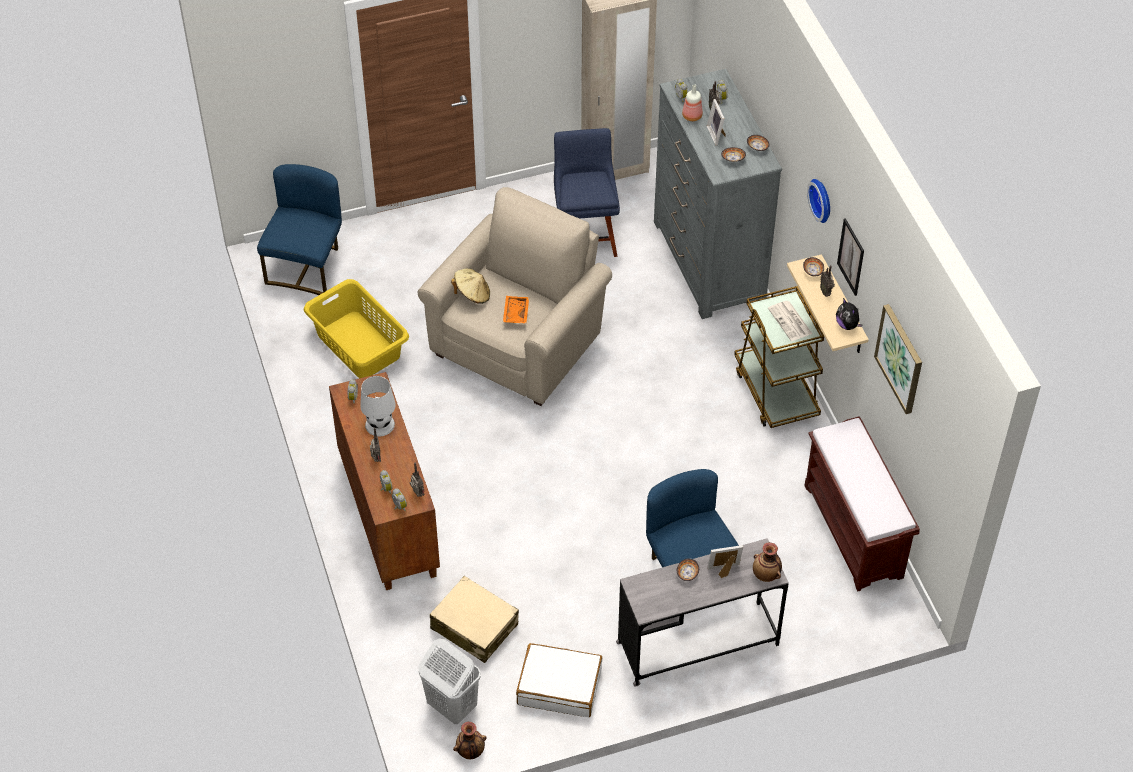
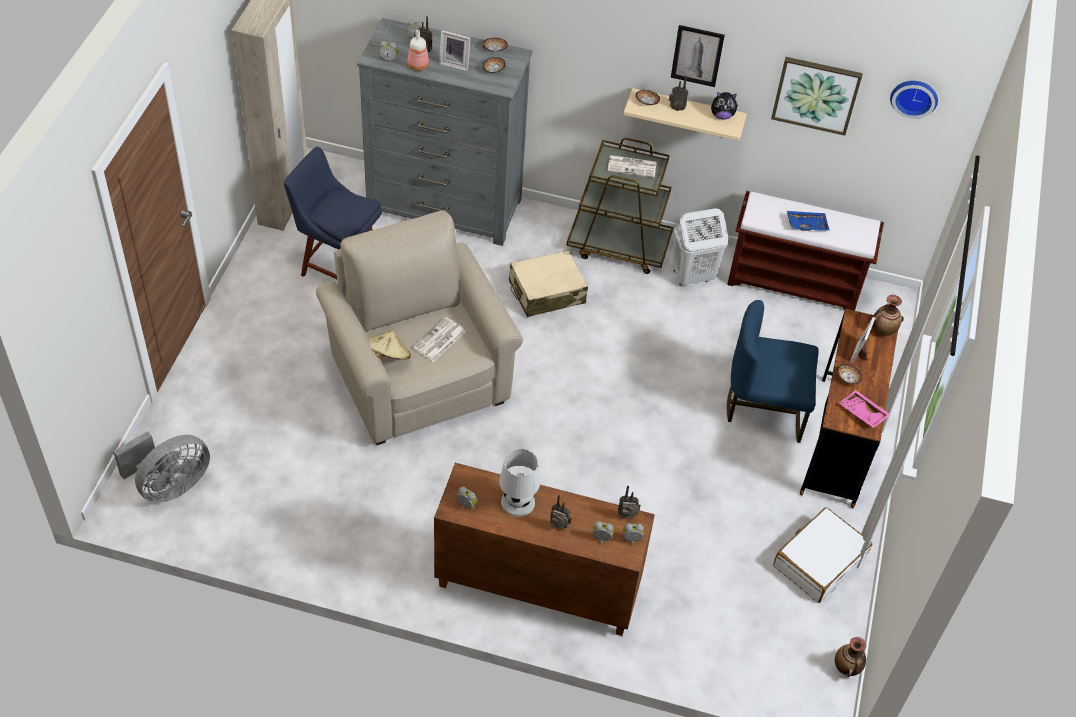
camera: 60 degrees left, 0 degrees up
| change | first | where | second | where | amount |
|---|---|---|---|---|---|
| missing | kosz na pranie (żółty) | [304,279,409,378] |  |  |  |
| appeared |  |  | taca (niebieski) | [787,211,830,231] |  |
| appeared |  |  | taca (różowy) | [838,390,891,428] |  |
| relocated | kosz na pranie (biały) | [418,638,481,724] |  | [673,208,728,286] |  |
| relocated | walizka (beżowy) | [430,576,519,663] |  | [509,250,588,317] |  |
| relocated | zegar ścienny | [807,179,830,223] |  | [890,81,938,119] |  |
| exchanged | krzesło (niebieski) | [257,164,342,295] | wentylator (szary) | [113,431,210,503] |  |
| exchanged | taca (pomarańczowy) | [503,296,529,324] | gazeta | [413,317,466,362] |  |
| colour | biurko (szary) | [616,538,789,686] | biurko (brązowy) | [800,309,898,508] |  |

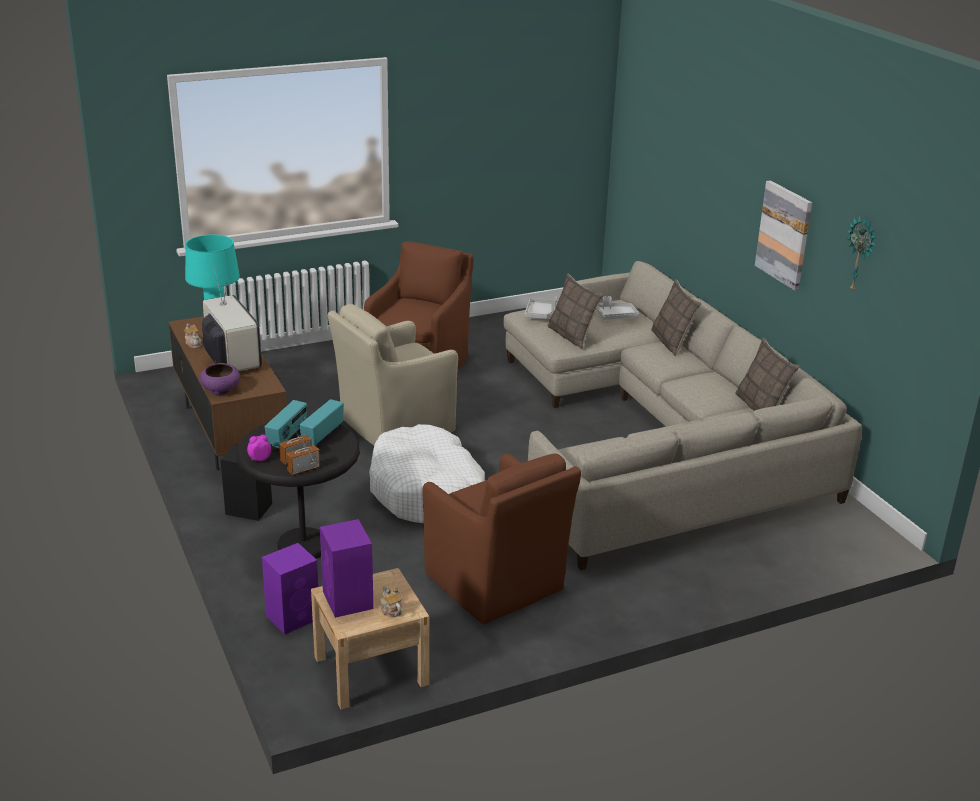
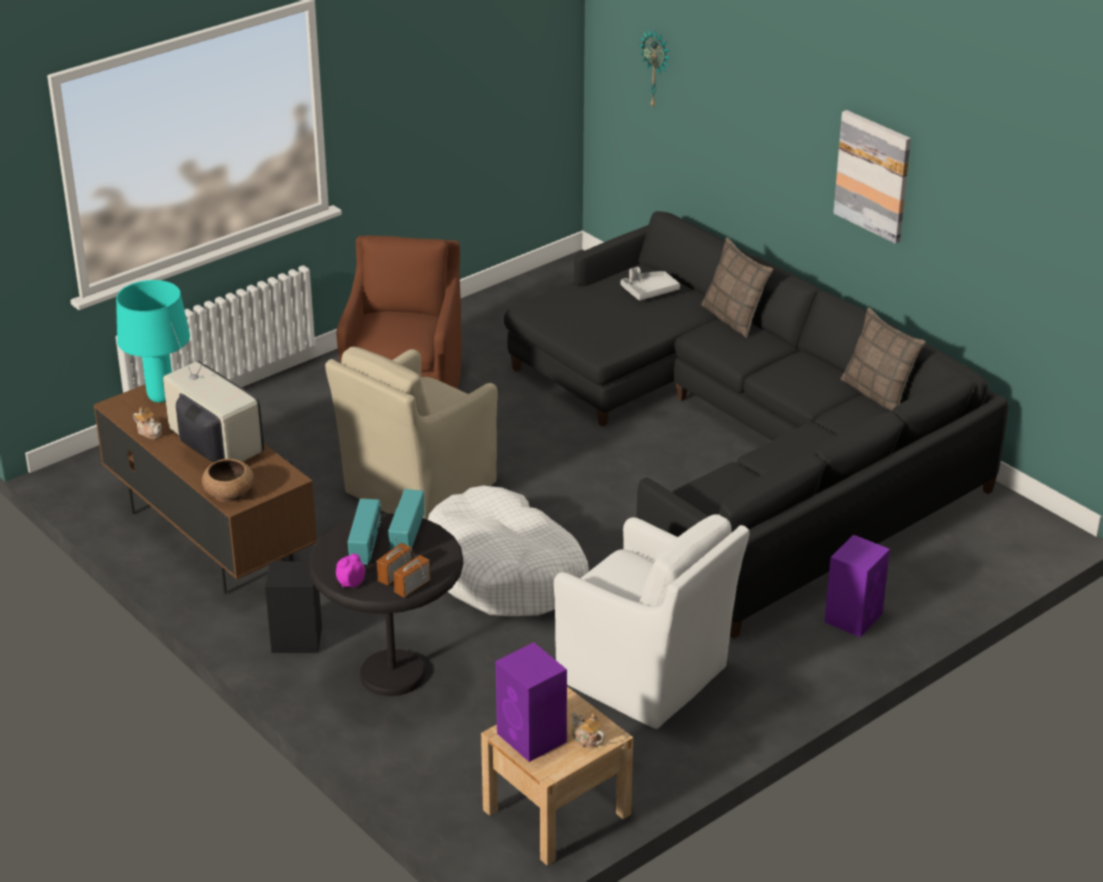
camera: 15 degrees left, 5 degrees up
| change | first | where | second | where | amount |
|---|---|---|---|---|---|
| missing | taca (szary) | [525,297,558,319] |  |  |  |
| missing | poduszka | [548,273,603,349] |  |  |  |
| relocated | głośnik (fioletowy) | [262,543,319,635] |  | [824,535,890,637] |  |
| relocated | zegar ścienny | [847,216,877,291] |  | [639,28,670,108] |  |
| colour | miska (fioletowy) | [200,363,240,395] | miska (brązowy) | [202,459,254,502] |  |
| colour | fotel (brązowy) | [422,454,581,624] | fotel (biały) | [554,514,750,729] |  |
| colour | kanapa (beżowy) | [503,261,862,570] | kanapa (czarny) | [504,211,1008,638] |  |

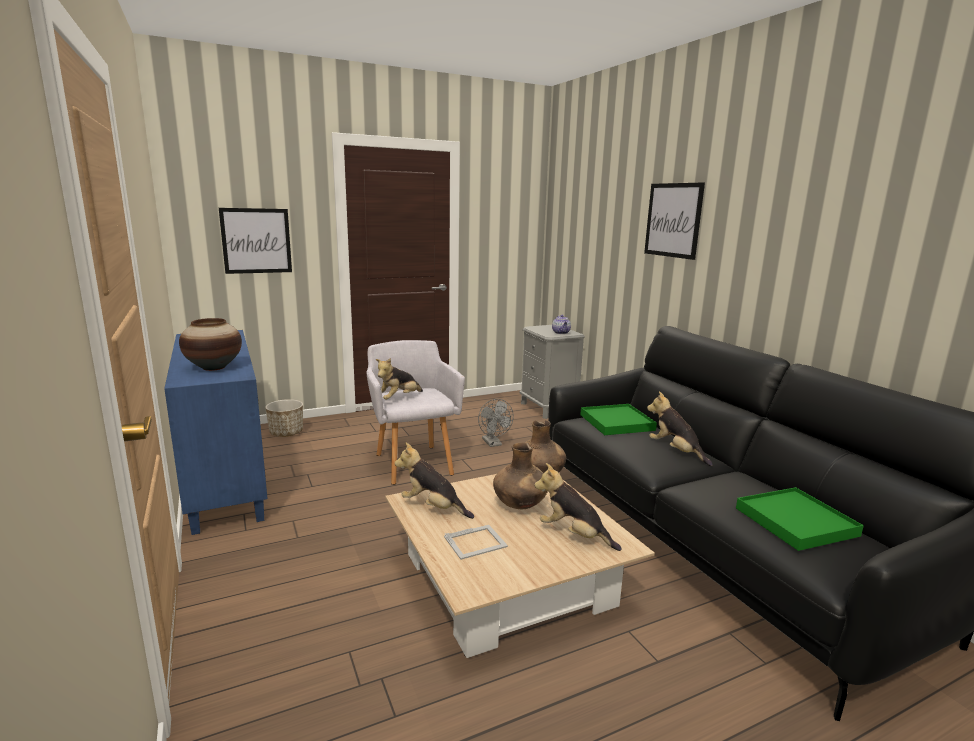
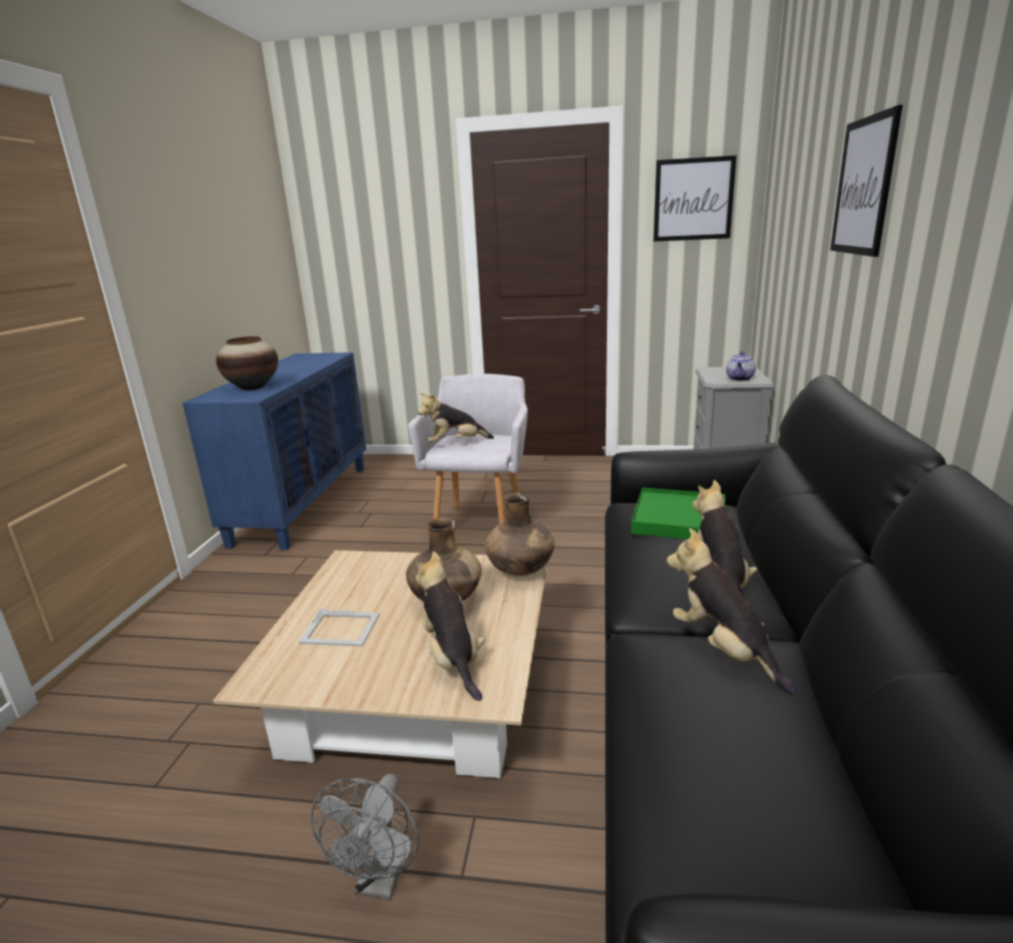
camera: 35 degrees right, 5 degrees up
| change | first | where | second | where | amount |
|---|---|---|---|---|---|
| missing | donica | [265,399,303,437] |  |  |  |
| missing | taca (zielony) | [736,487,864,551] |  |  |  |
| relocated | obraz | [219,208,292,274] |  | [653,155,737,242] |  |
| relocated | pluszak | [395,442,474,519] |  | [667,528,796,694] |  |
| relocated | wentylator (szary) | [478,399,514,447] |  | [311,774,419,899] |  |

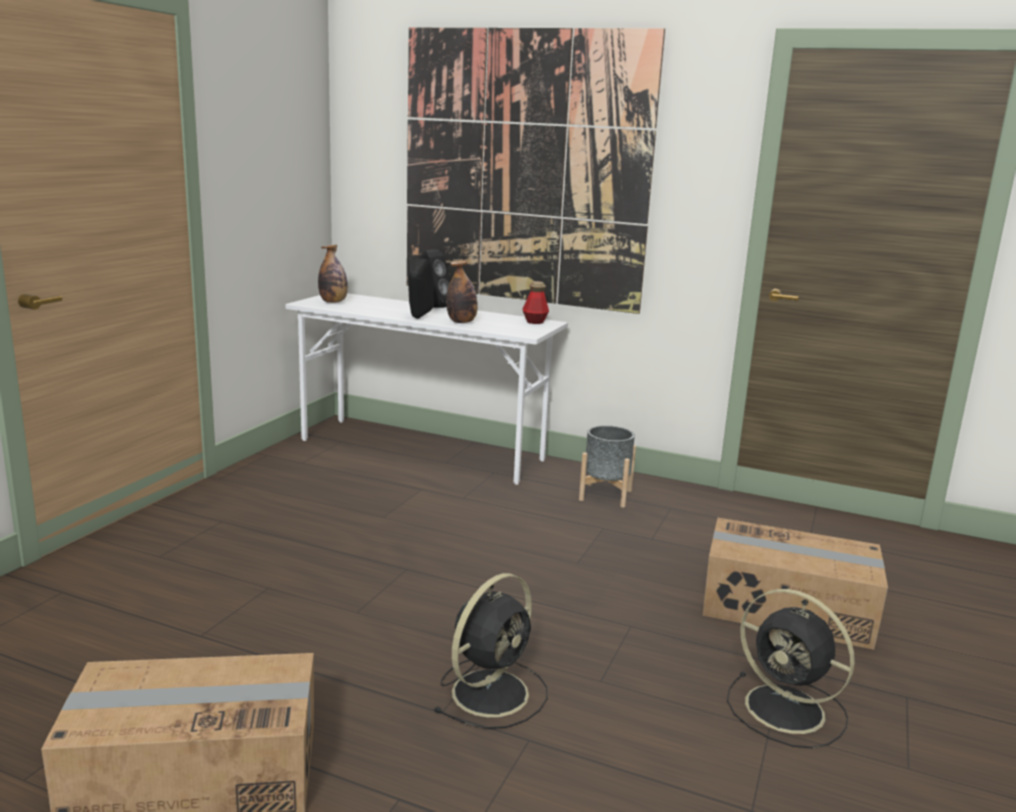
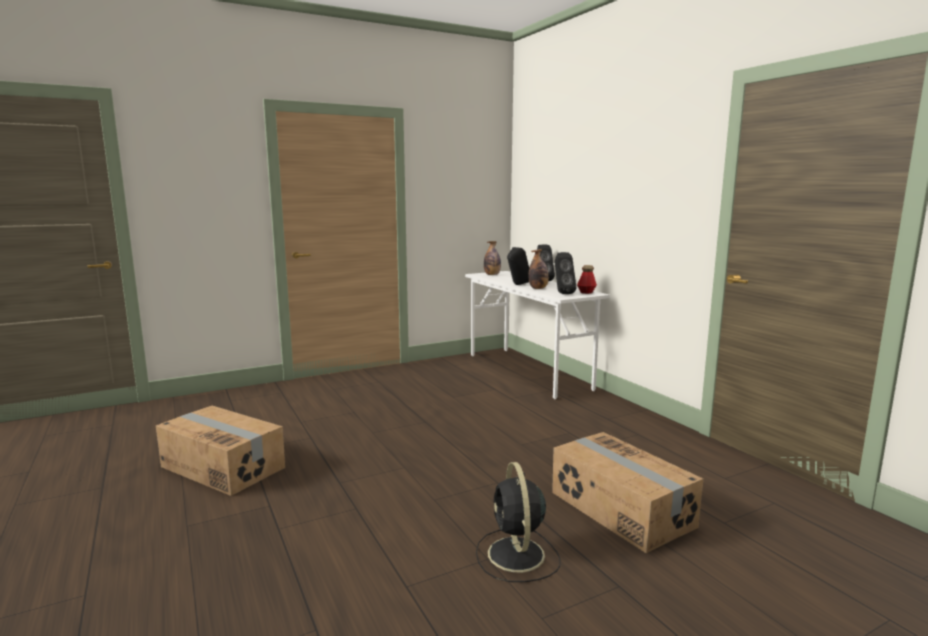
camera: 40 degrees right, 5 degrees down
| change | first | where | second | where | amount |
|---|---|---|---|---|---|
| missing | obraz | [407,28,665,314] |  |  |  |
| missing | wentylator (czarny) | [433,573,548,729] |  |  |  |
| missing | donica (szary) | [579,425,636,508] |  |  |  |
| appeared |  |  | głośnik (czarny) | [555,252,576,294] |  |

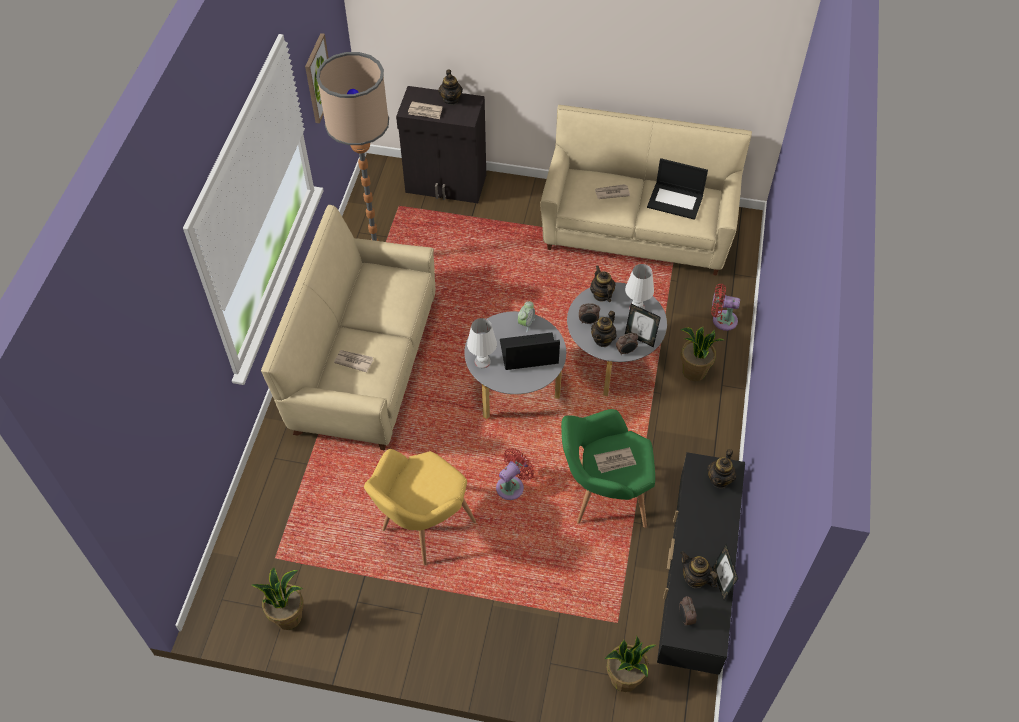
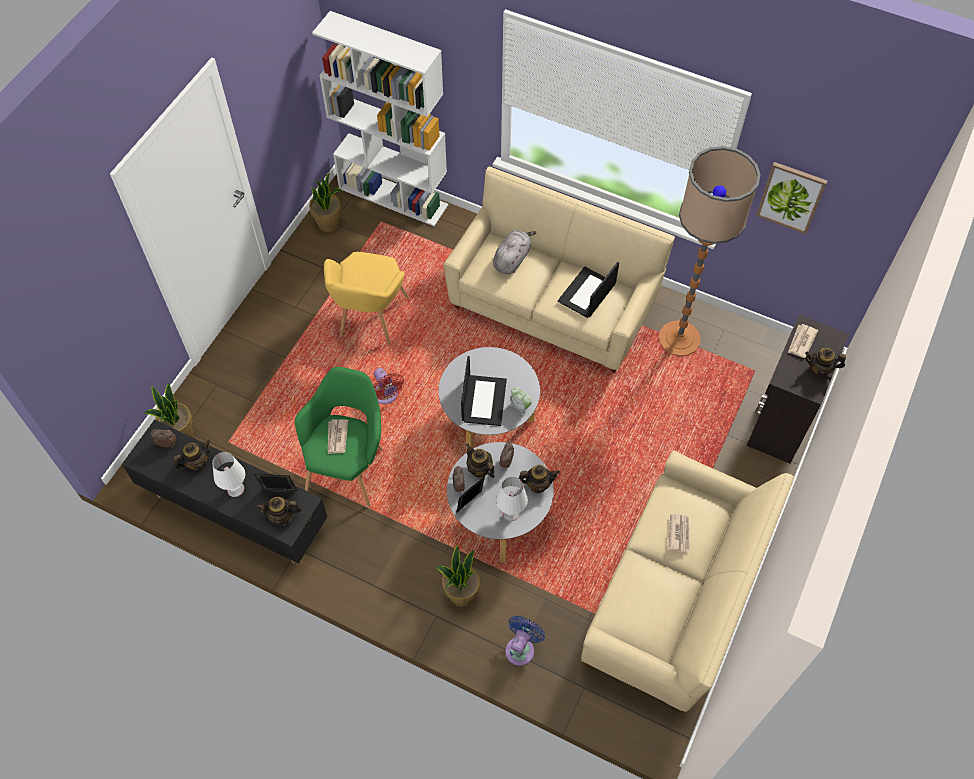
camera: 105 degrees right, 5 degrees up
| change | first | where | second | where | amount |
|---|---|---|---|---|---|
| appeared |  |  | regał (biały) | [312,11,448,226] |  |
| relocated | lampa stołowa (biały) | [467,318,497,368] |  | [212,452,245,497] |  |
| relocated | laptop | [647,158,708,220] |  | [558,262,619,318] |  |
| relocated | ramka na zdjęcie | [712,544,738,600] |  | [254,474,297,491] |  |
| exchanged | gazeta | [334,350,374,372] | pluszak (szary) | [493,230,536,274] |  |
| colour | wentylator (czerwony) | [711,283,740,331] | wentylator (niebieski) | [505,616,545,666] |  |
| spun | fotel (żółty) | [364,449,476,565] |  | [324,252,409,345] | 135 degrees counterclockwise |
| spun | imbryk | [707,449,736,488] |  | [256,497,302,526] | 45 degrees counterclockwise |

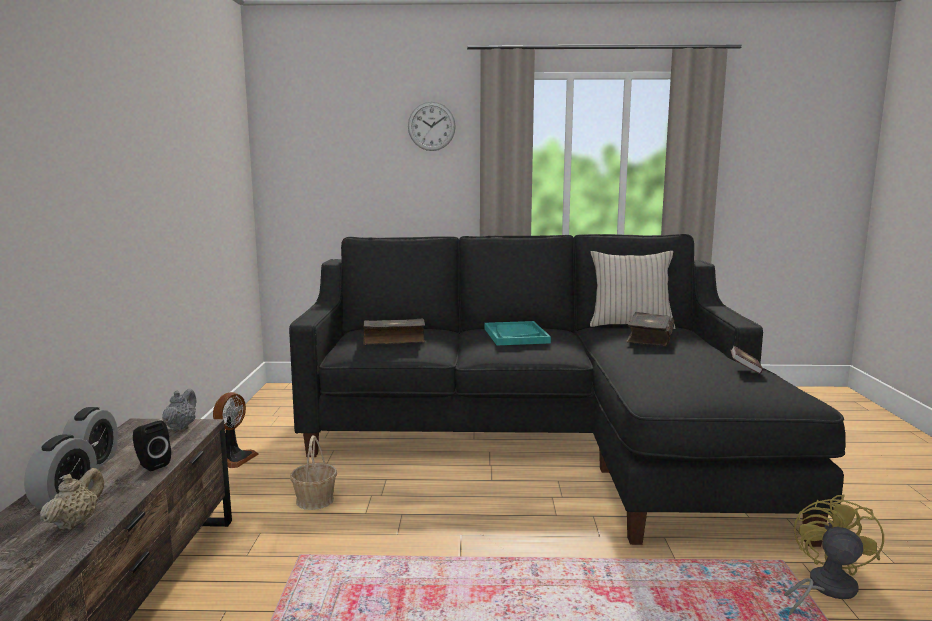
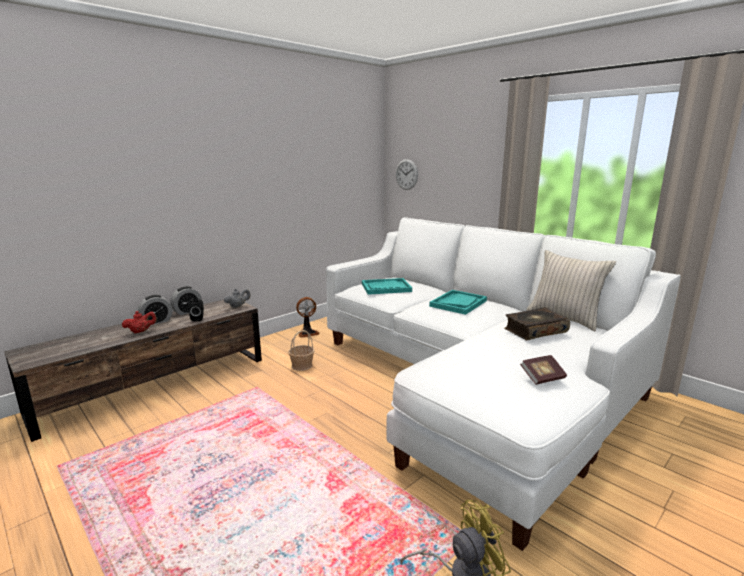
camera: 45 degrees right, 5 degrees up
| change | first | where | second | where | amount |
|---|---|---|---|---|---|
| relocated | zegar ścienny | [408,102,456,151] |  | [396,159,418,190] |  |
| exchanged | książka | [363,319,425,345] | taca (turkusowy) | [362,278,412,295] |  |
| colour | imbryk (beżowy) | [40,468,104,530] | imbryk (czerwony) | [122,311,157,333] |  |
| colour | kanapa (czarny) | [289,234,846,547] | kanapa (biały) | [326,217,681,551] |  |

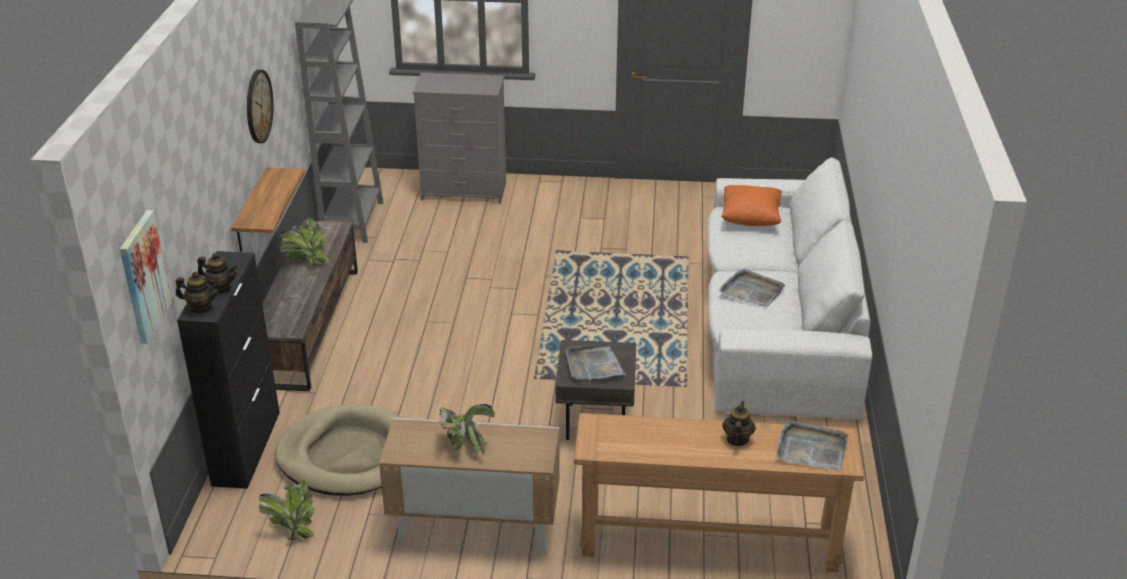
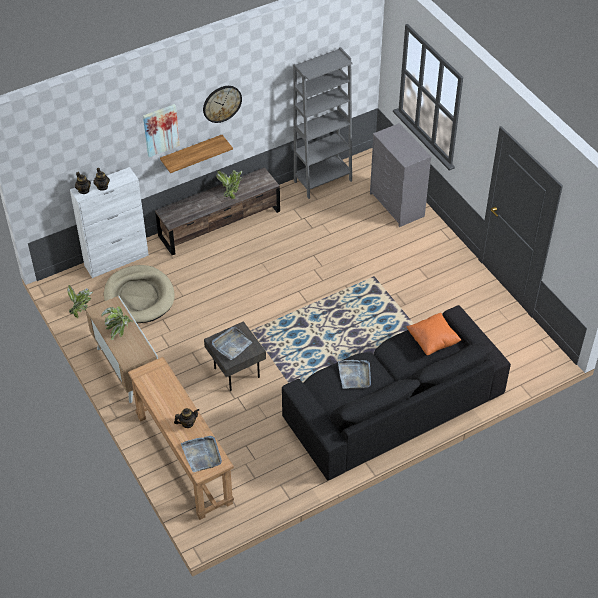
camera: 55 degrees right, 15 degrees up
| change | first | where | second | where | amount |
|---|---|---|---|---|---|
| relocated | obraz | [120,210,172,344] |  | [143,104,180,157] |  |
| colour | szafka (czarny) | [177,251,280,489] | szafka (biały) | [70,167,149,278] |  |
| colour | kanapa (biały) | [708,157,872,420] | kanapa (czarny) | [282,305,511,481] |  |

